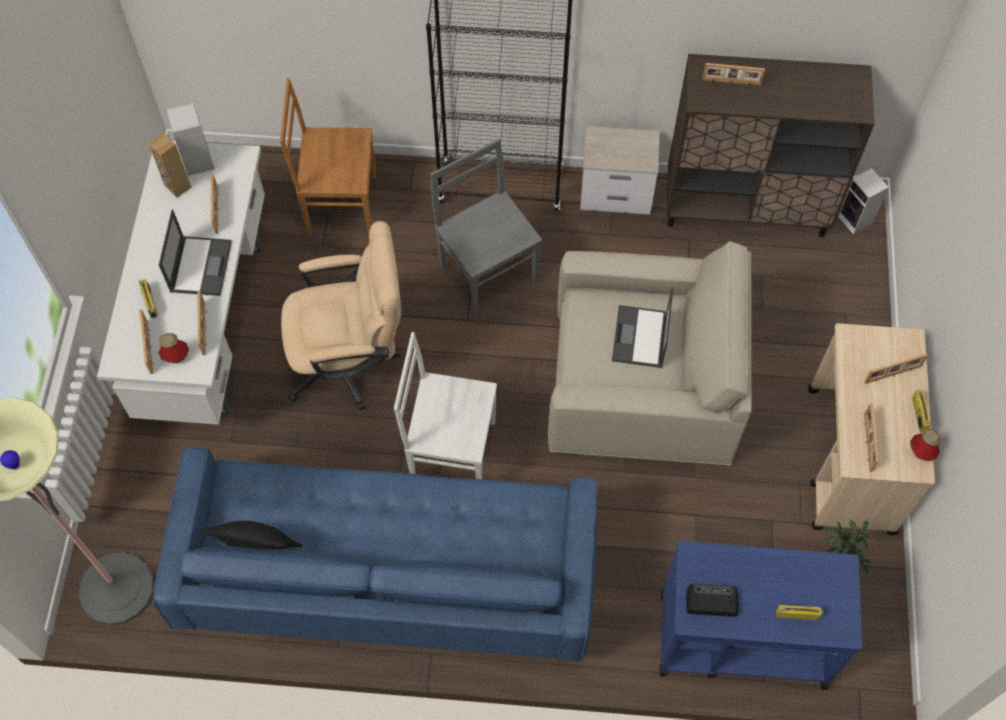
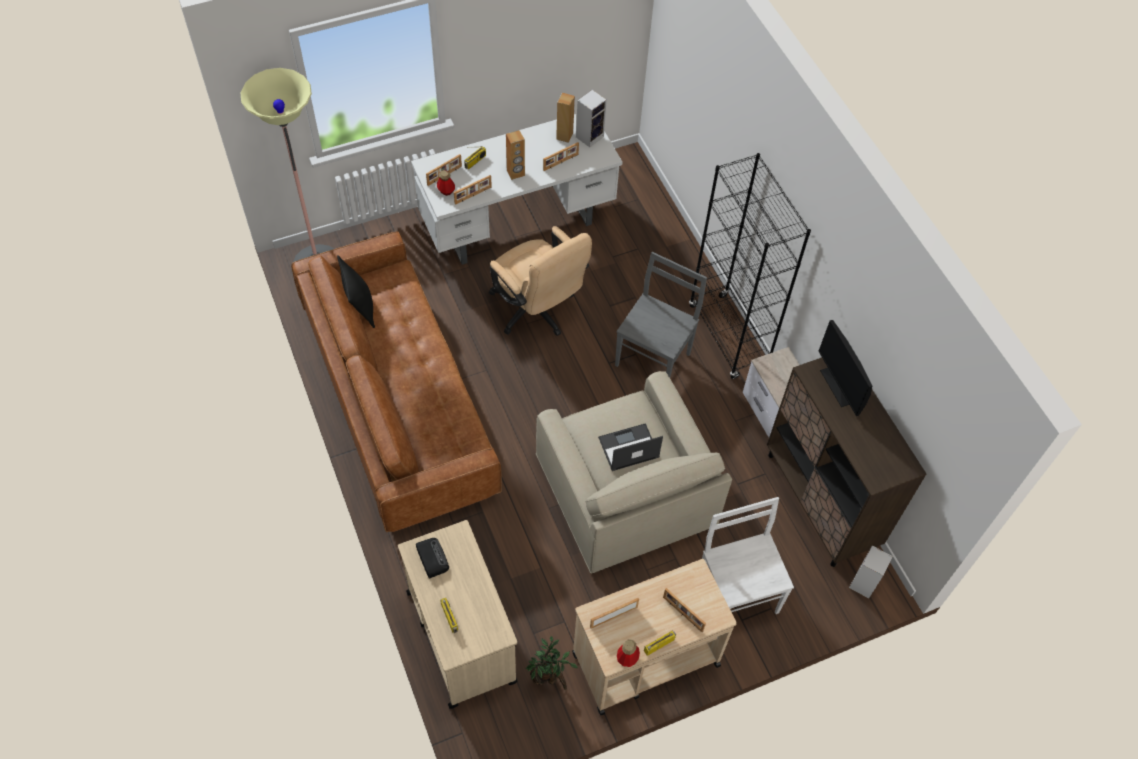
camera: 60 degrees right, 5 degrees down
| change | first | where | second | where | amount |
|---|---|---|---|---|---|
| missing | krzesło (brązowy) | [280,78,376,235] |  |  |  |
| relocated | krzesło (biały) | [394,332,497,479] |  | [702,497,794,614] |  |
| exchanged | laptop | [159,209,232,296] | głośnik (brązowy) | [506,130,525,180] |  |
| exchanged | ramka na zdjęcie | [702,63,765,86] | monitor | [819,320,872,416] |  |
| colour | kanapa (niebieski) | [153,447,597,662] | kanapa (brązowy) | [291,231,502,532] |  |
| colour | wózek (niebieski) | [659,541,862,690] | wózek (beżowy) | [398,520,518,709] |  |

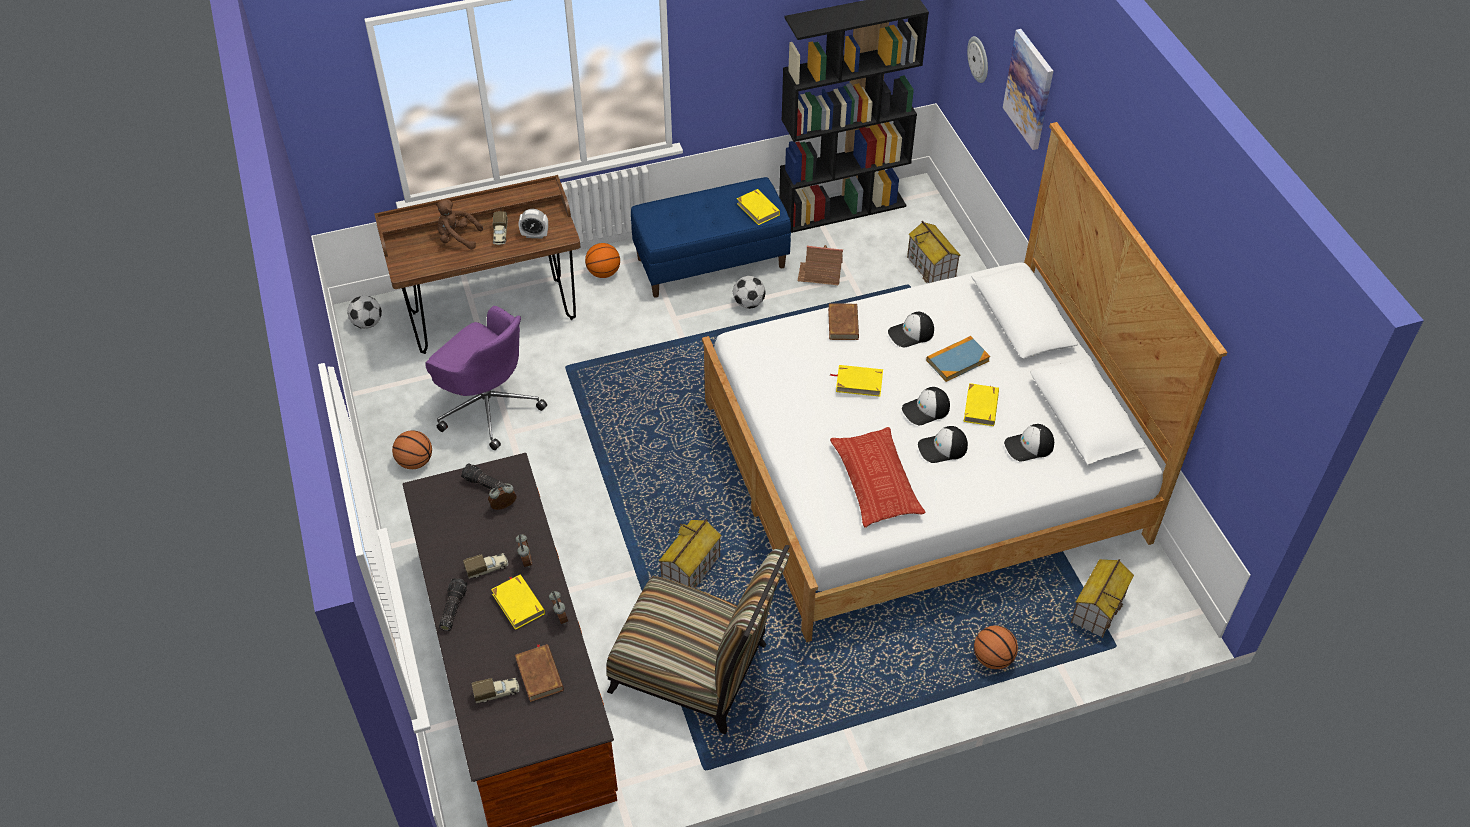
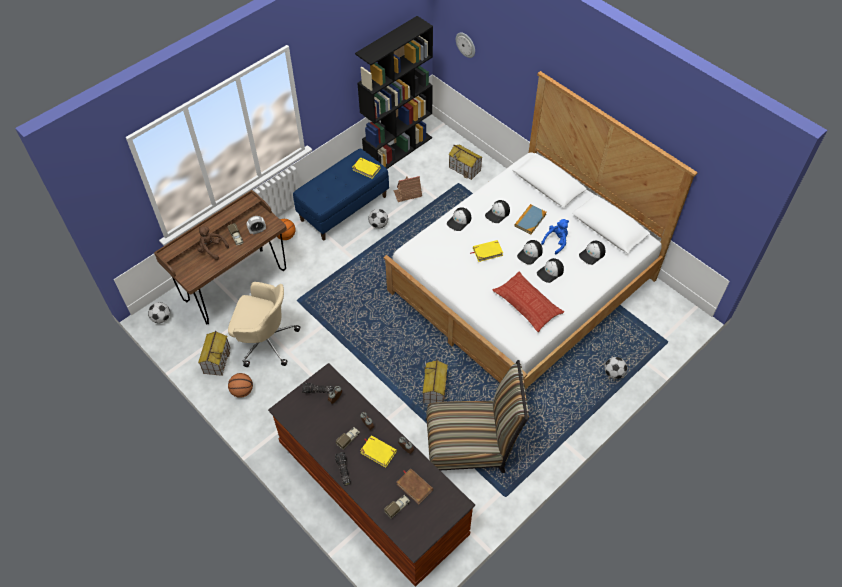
camera: 25 degrees left, 5 degrees up
| change | first | where | second | where | amount |
|---|---|---|---|---|---|
| missing | obraz | [1003,29,1053,150] |  |  |  |
| relocated | domek | [1071,559,1134,638] |  | [198,331,230,376] |  |
| exchanged | książka (brązowy) | [828,303,859,340] | czapka z daszkiem | [447,207,471,231] |  |
| exchanged | książka (żółty) | [964,383,999,426] | pluszak (niebieski) | [541,219,569,254] |  |
| exchanged | piłka do koszykówki | [974,626,1018,669] | piłka futbolowa | [604,357,627,379] |  |
| colour | krzesło biurowe (fioletowy) | [425,306,547,450] | krzesło biurowe (beżowy) | [228,282,300,367] |  |
| spun | pluszak (brązowy) | [435,199,483,250] |  | [198,226,229,260] | 45 degrees clockwise |

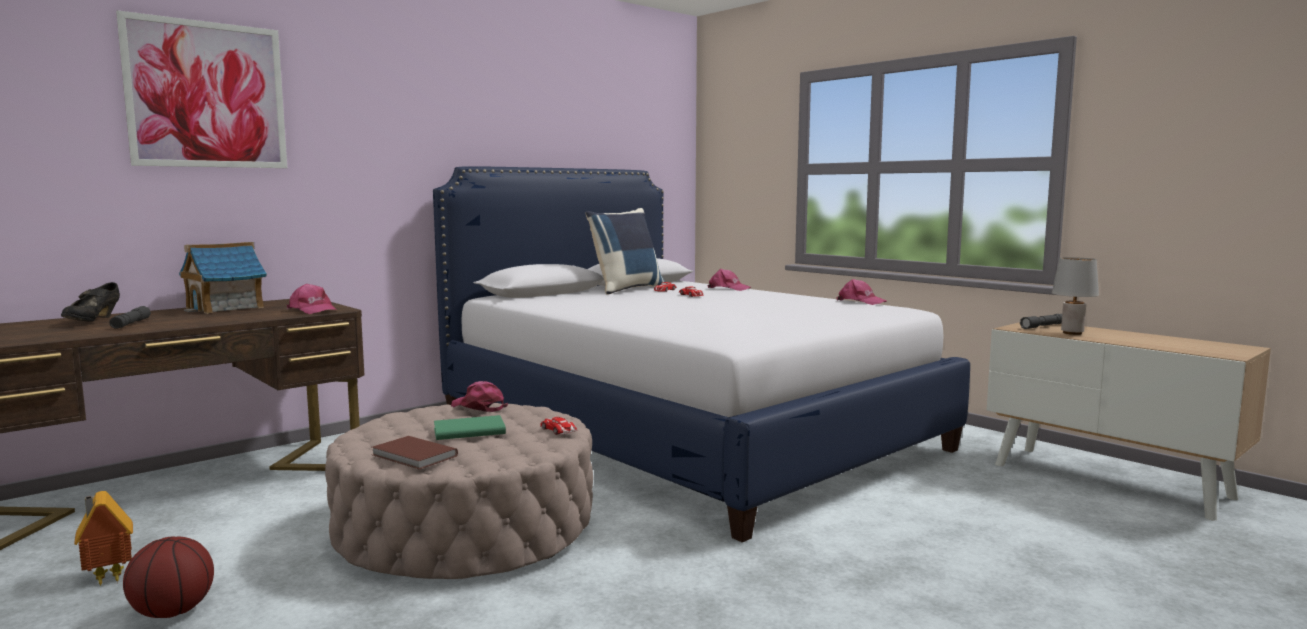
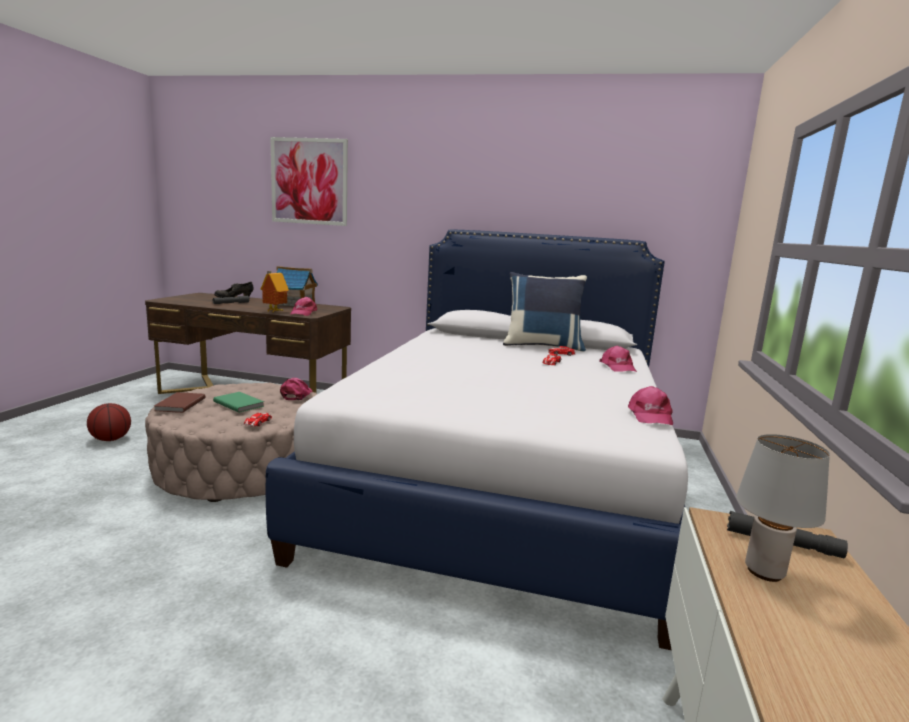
camera: 55 degrees right, 5 degrees up
| change | first | where | second | where | amount |
|---|---|---|---|---|---|
| relocated | domek | [74,491,133,586] |  | [260,271,289,313] |  |

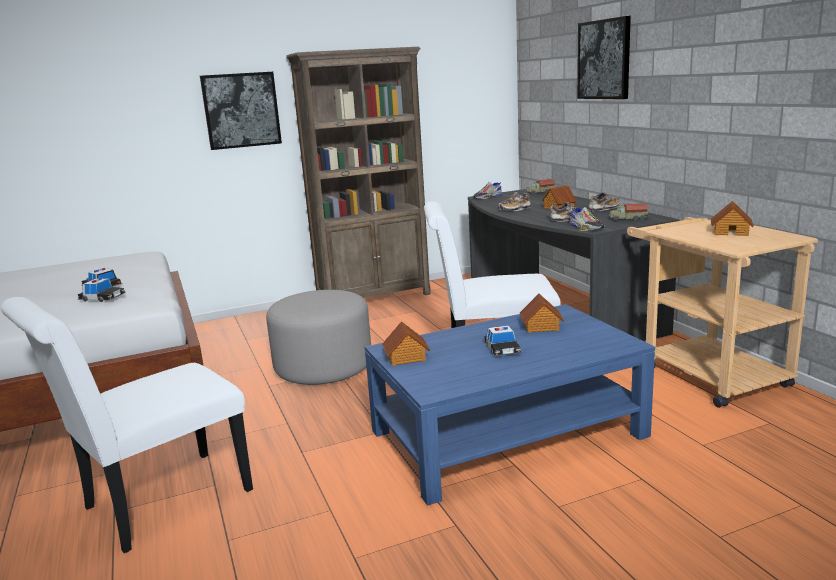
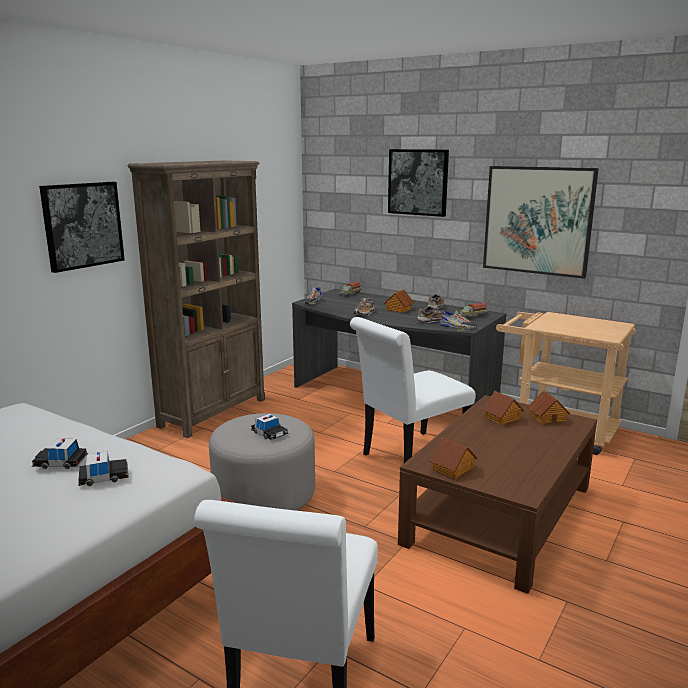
camera: 35 degrees left, 0 degrees up
| change | first | where | second | where | amount |
|---|---|---|---|---|---|
| appeared |  |  | obraz | [483,166,599,279] |  |
| relocated | samochodzik | [483,326,522,356] |  | [250,414,289,440] |  |
| relocated | domek | [711,201,754,236] |  | [527,390,570,424] |  |
| colour | ława (niebieski) | [365,304,655,506] | ława (brązowy) | [398,395,597,594] |  |

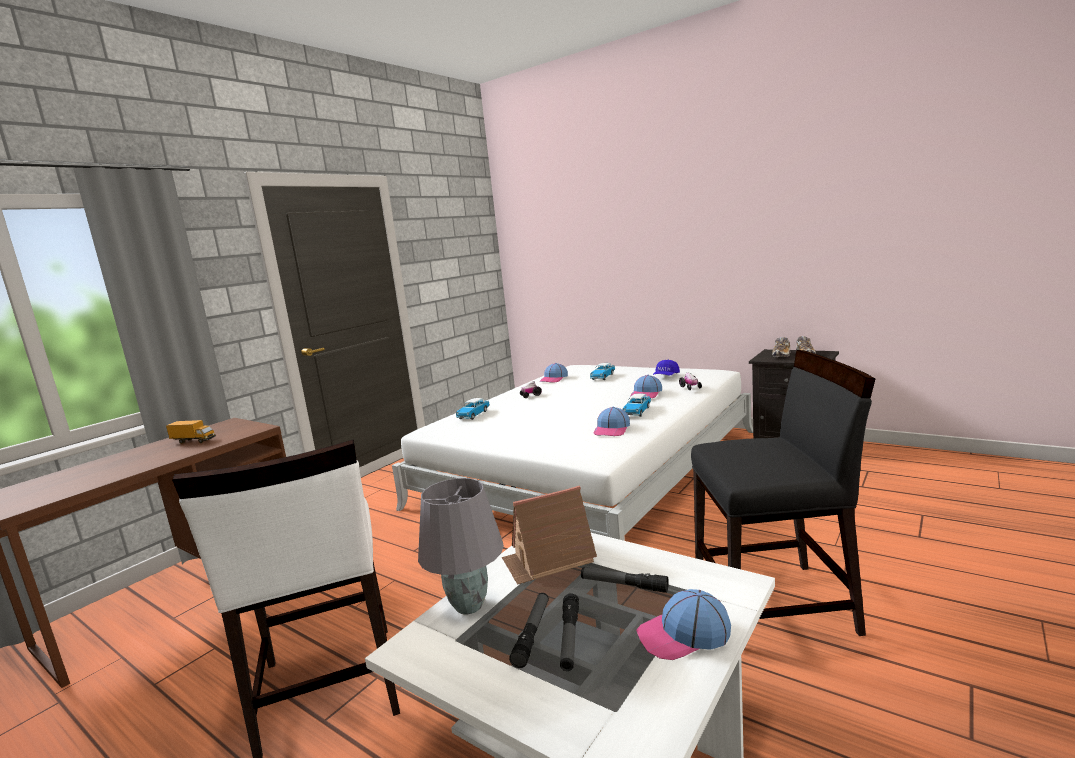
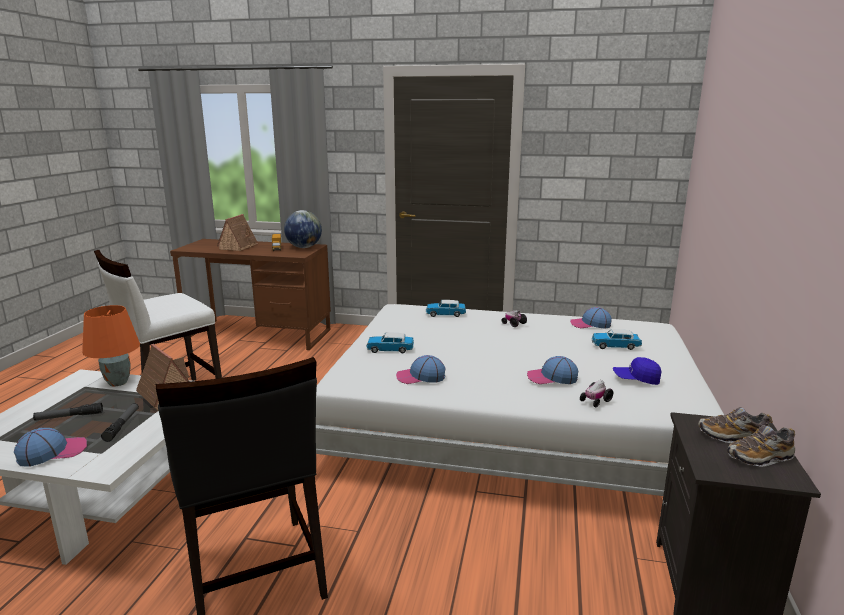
camera: 65 degrees right, 5 degrees up
| change | first | where | second | where | amount |
|---|---|---|---|---|---|
| missing | latarka | [509,593,549,668] |  |  |  |
| appeared |  |  | domek | [217,214,259,251] |  |
| appeared |  |  | globus | [284,210,322,248] |  |
| relocated | samochodzik | [623,394,651,417] |  | [367,332,414,353] |  |
| colour | lampa stołowa (szary) | [418,478,504,614] | lampa stołowa (pomarańczowy) | [82,305,140,386] |  |
| spun | czapka z daszkiem | [636,589,731,660] |  | [14,428,87,467] | 90 degrees clockwise |

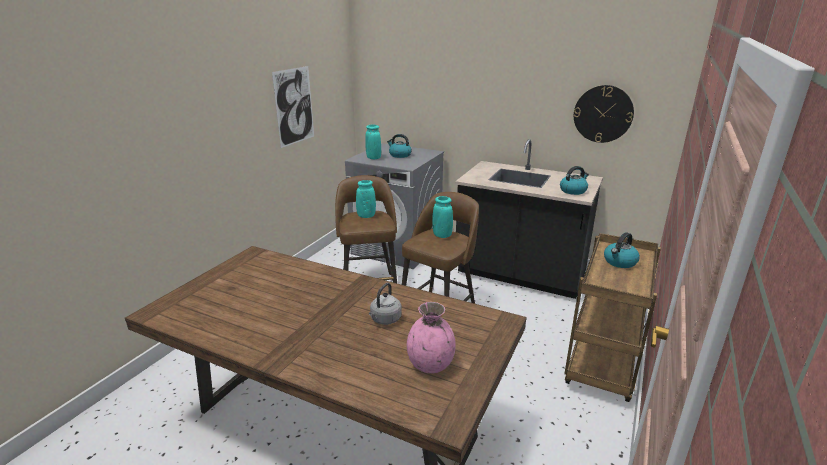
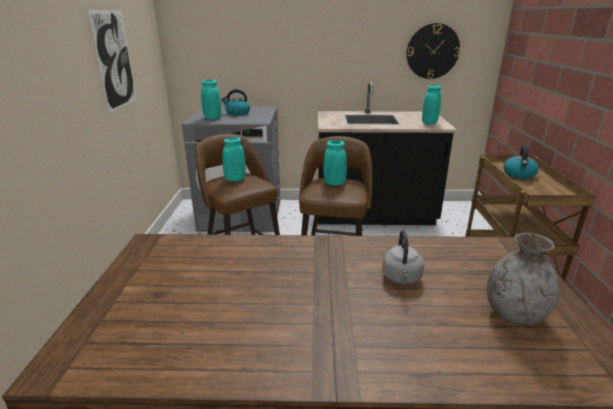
camera: 25 degrees left, 0 degrees up
| change | first | where | second | where | amount |
|---|---|---|---|---|---|
| exchanged | czajnik | [560,166,589,195] | wazon (turkusowy) | [422,85,441,124] |  |
| colour | wazon (różowy) | [407,302,456,374] | wazon (szary) | [487,233,559,326] |  |

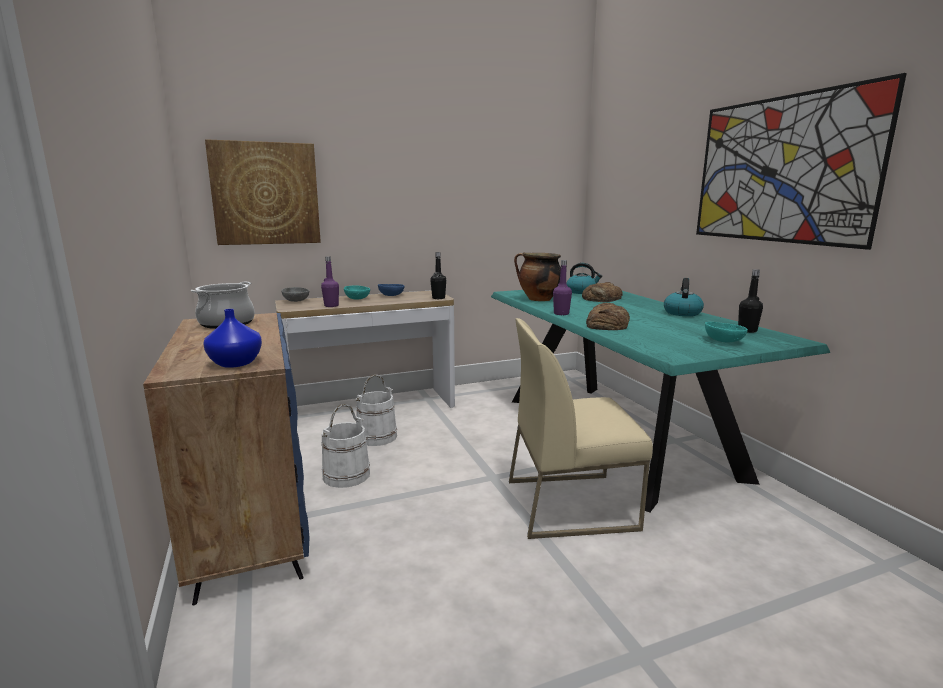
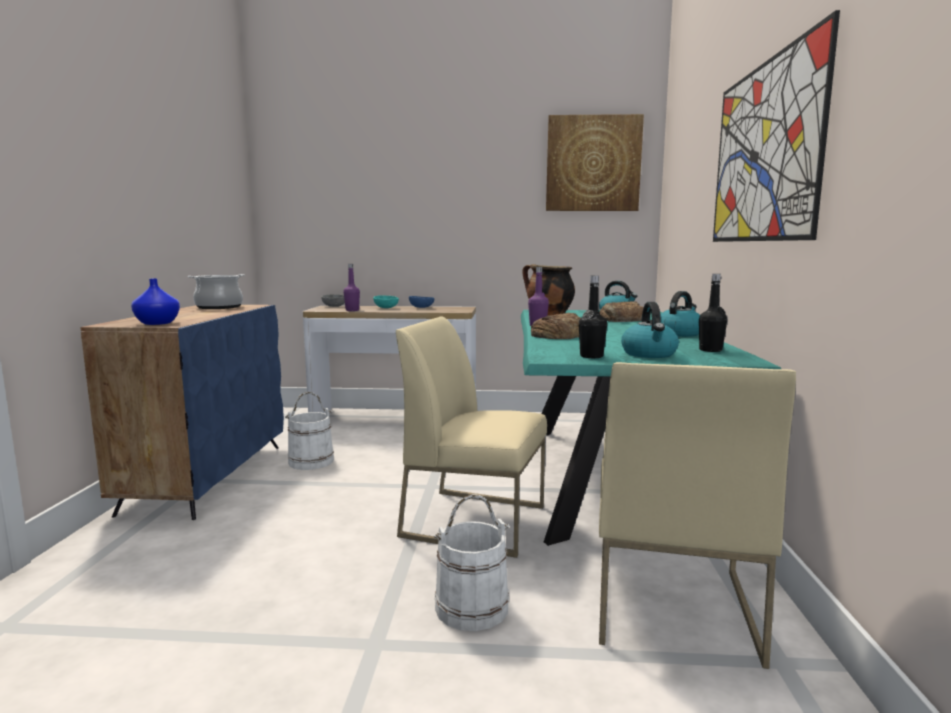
camera: 25 degrees right, 5 degrees down
| change | first | where | second | where | amount |
|---|---|---|---|---|---|
| appeared |  |  | krzesło (beżowy) | [599,362,796,669] |  |
| relocated | obraz | [205,139,321,245] |  | [546,114,644,211] |  |
| relocated | wiadro (biały) | [355,375,397,446] |  | [433,494,509,631] |  |
| relocated | butelka (czarny) | [430,252,446,299] |  | [579,275,607,358] |  |
| exchanged | miska (turkusowy) | [705,322,748,343] | czajnik | [621,302,679,358] |  |

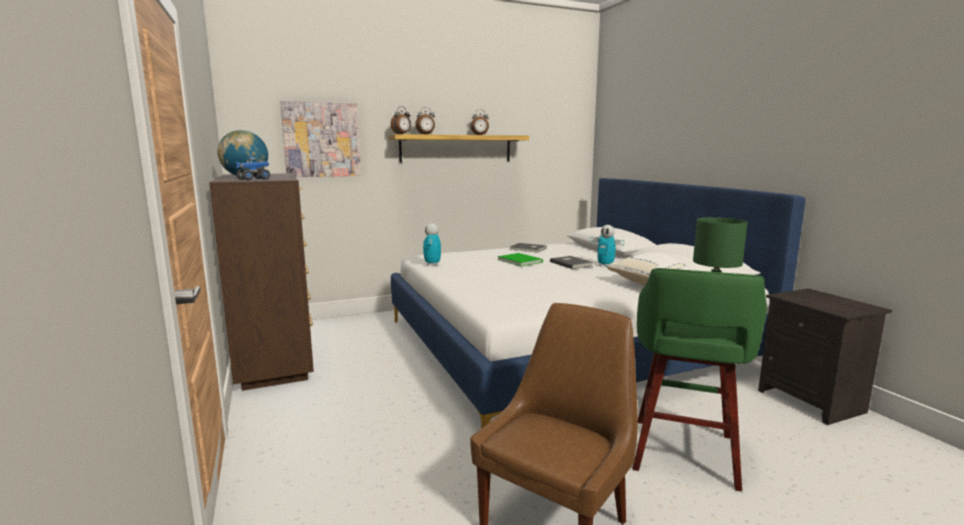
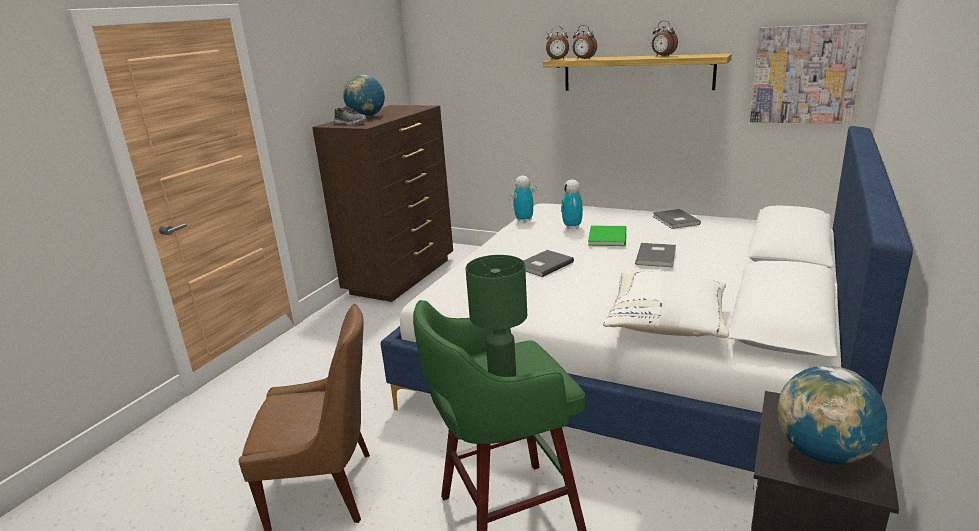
camera: 50 degrees right, 10 degrees up
| change | first | where | second | where | amount |
|---|---|---|---|---|---|
| appeared |  |  | książka (szary) | [523,250,574,277] |  |
| appeared |  |  | globus | [778,365,887,465] |  |
| relocated | obraz | [280,101,361,177] |  | [750,23,867,124] |  |
| relocated | robot zabawkowy | [591,225,624,267] |  | [561,179,583,229] |  |
| exchanged | ciężarówka zabawkowa | [236,155,270,180] | but | [334,106,367,125] |  |

